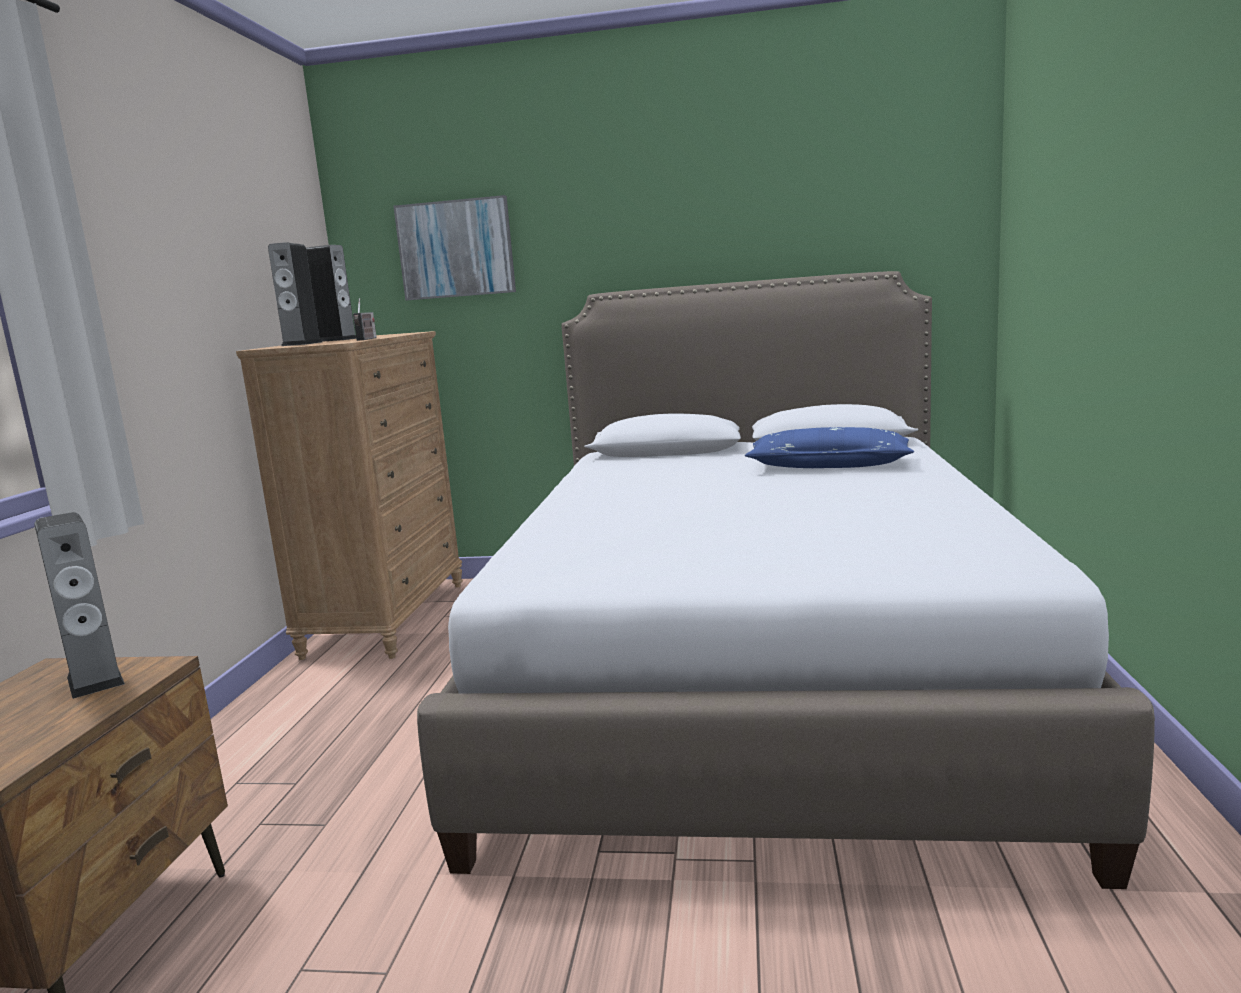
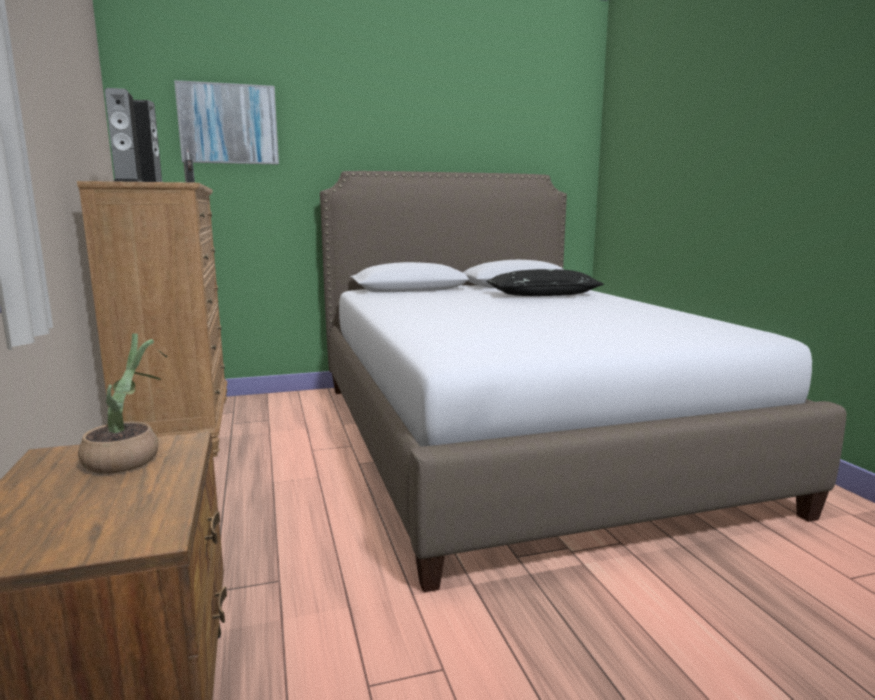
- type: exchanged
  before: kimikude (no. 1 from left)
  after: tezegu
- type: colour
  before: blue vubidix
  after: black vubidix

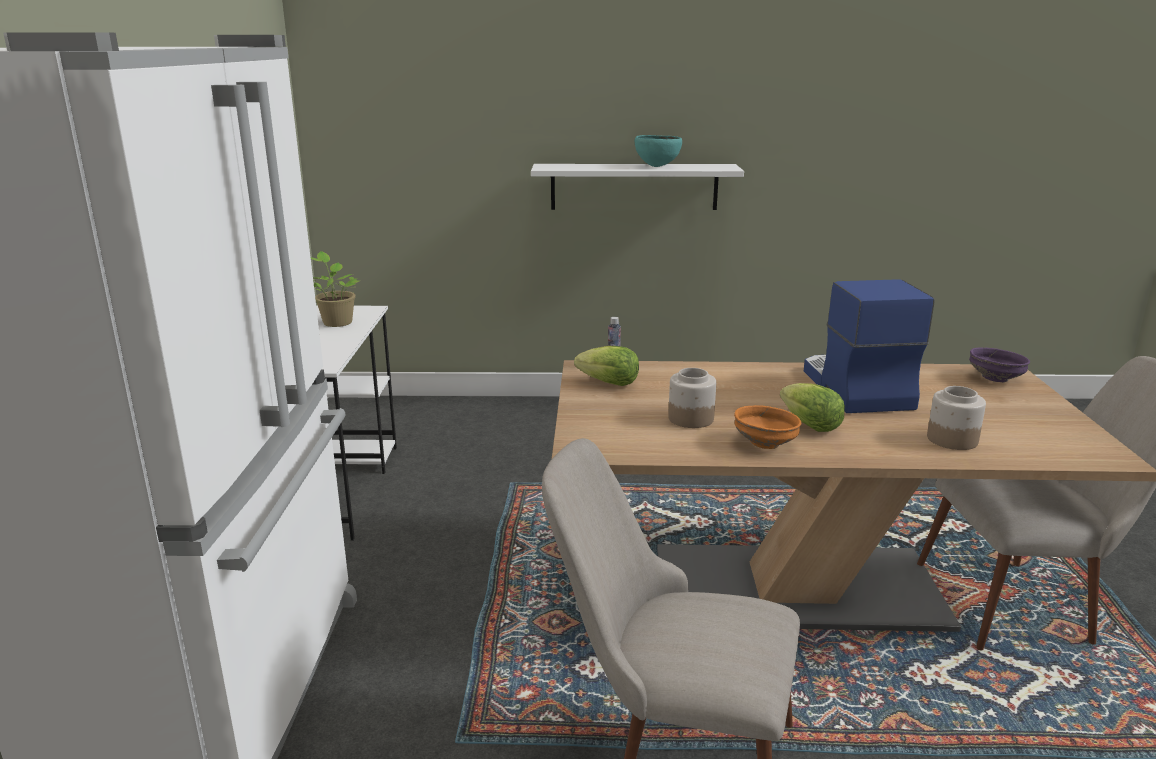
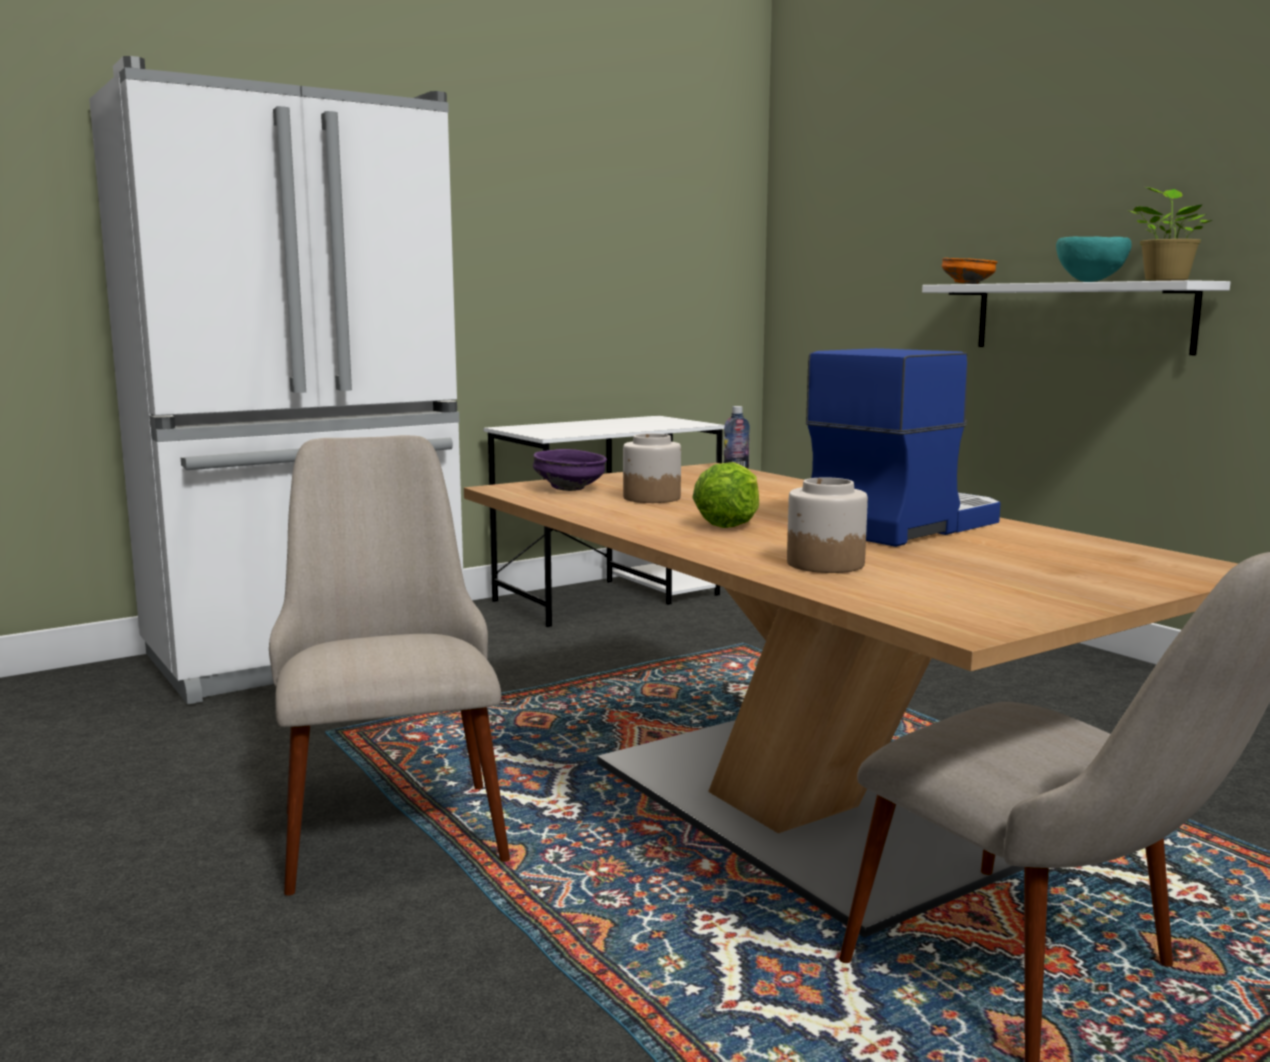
- type: relocated
  before: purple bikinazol
- type: relocated
  before: orange bikinazol
- type: relocated
  before: tezegu
- type: missing
  before: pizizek (no. 1 from left)

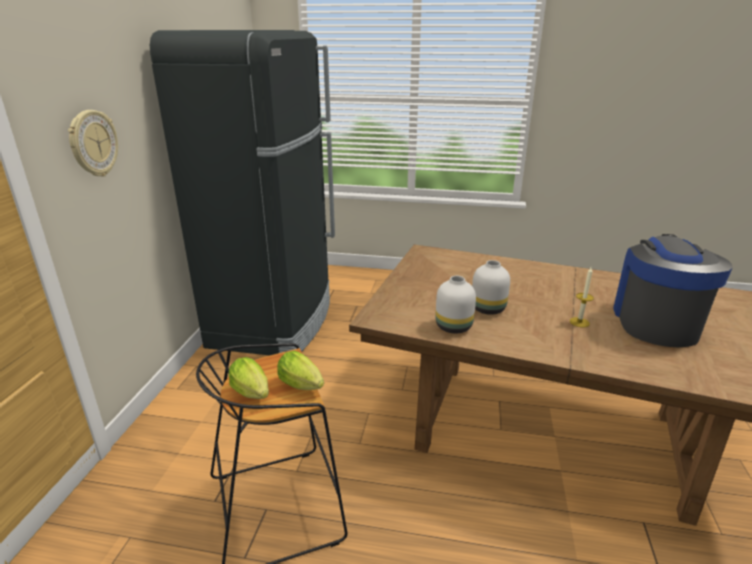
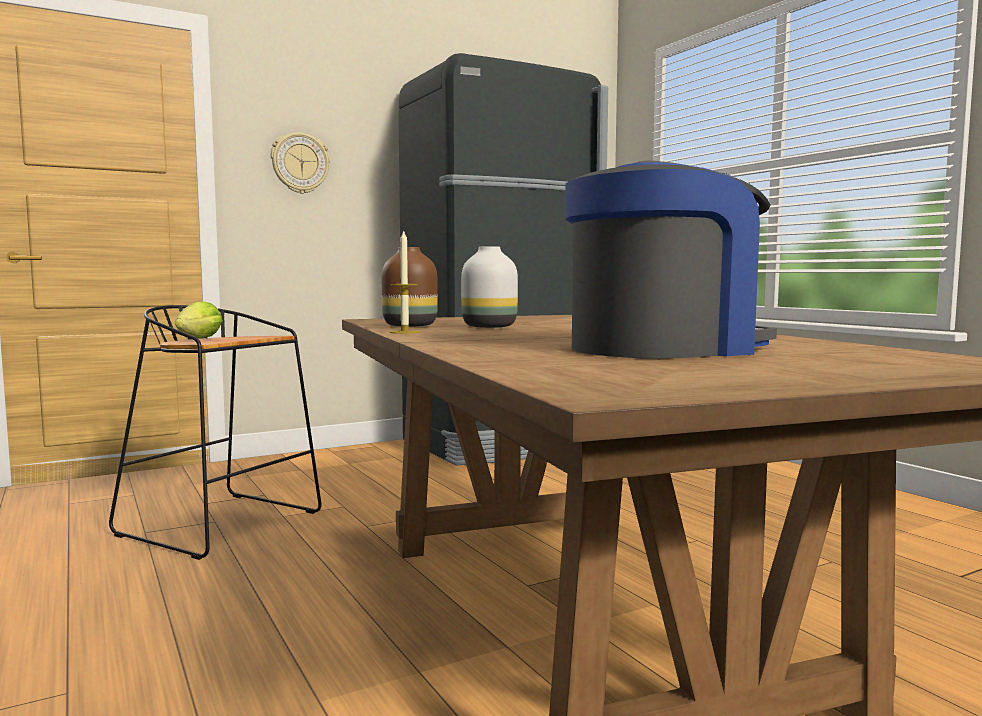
- type: colour
  before: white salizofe (no. 1 from left)
  after: brown salizofe
- type: relocated
  before: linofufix
- type: missing
  before: pizizek (no. 2 from left)

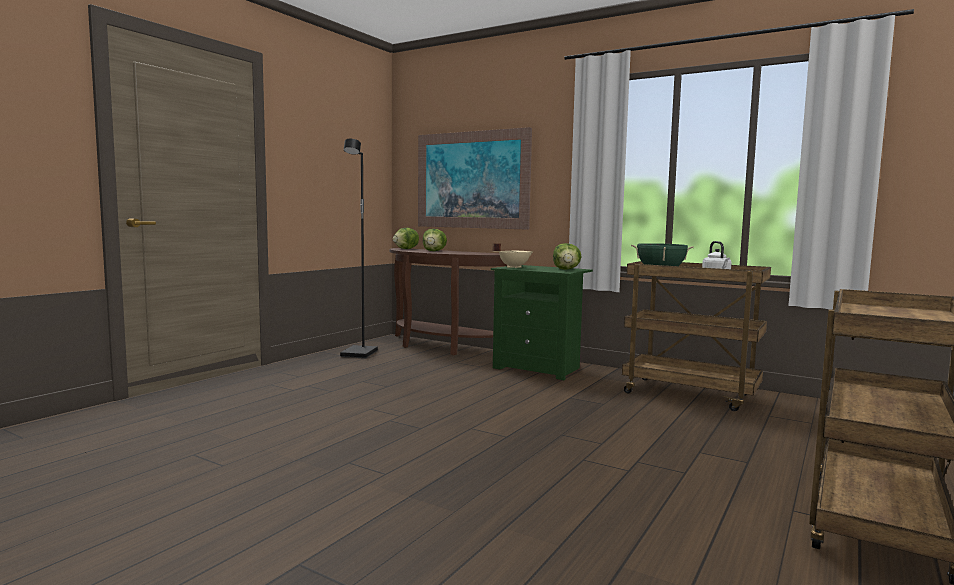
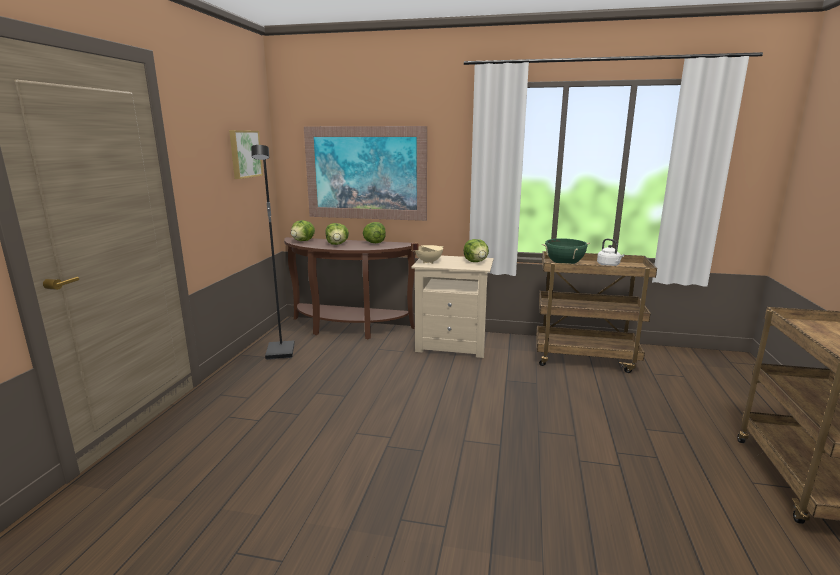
- type: appeared
  after: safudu (no. 1 from left)
- type: appeared
  after: pizizek (no. 3 from left)
- type: colour
  before: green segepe
  after: beige segepe

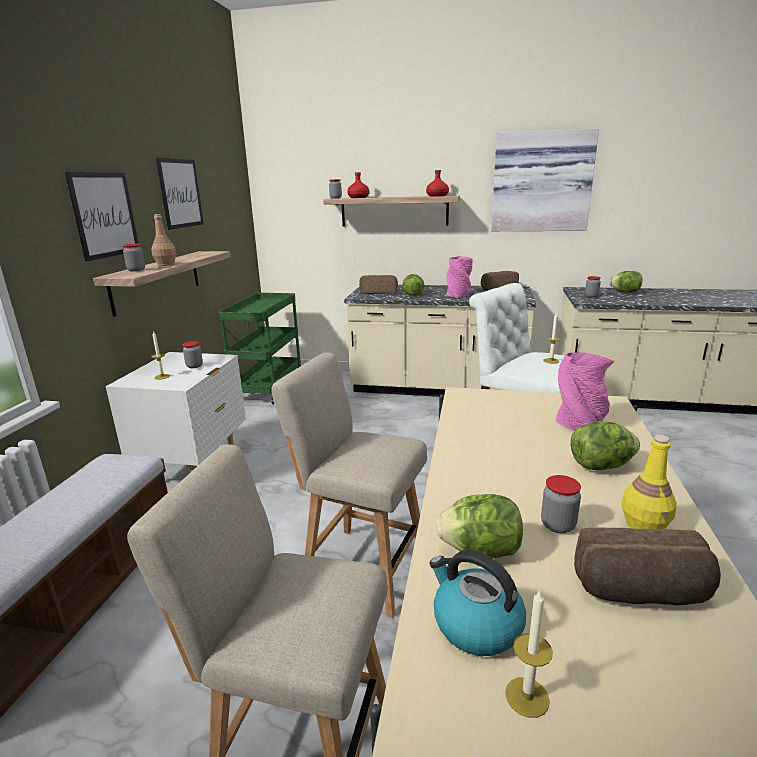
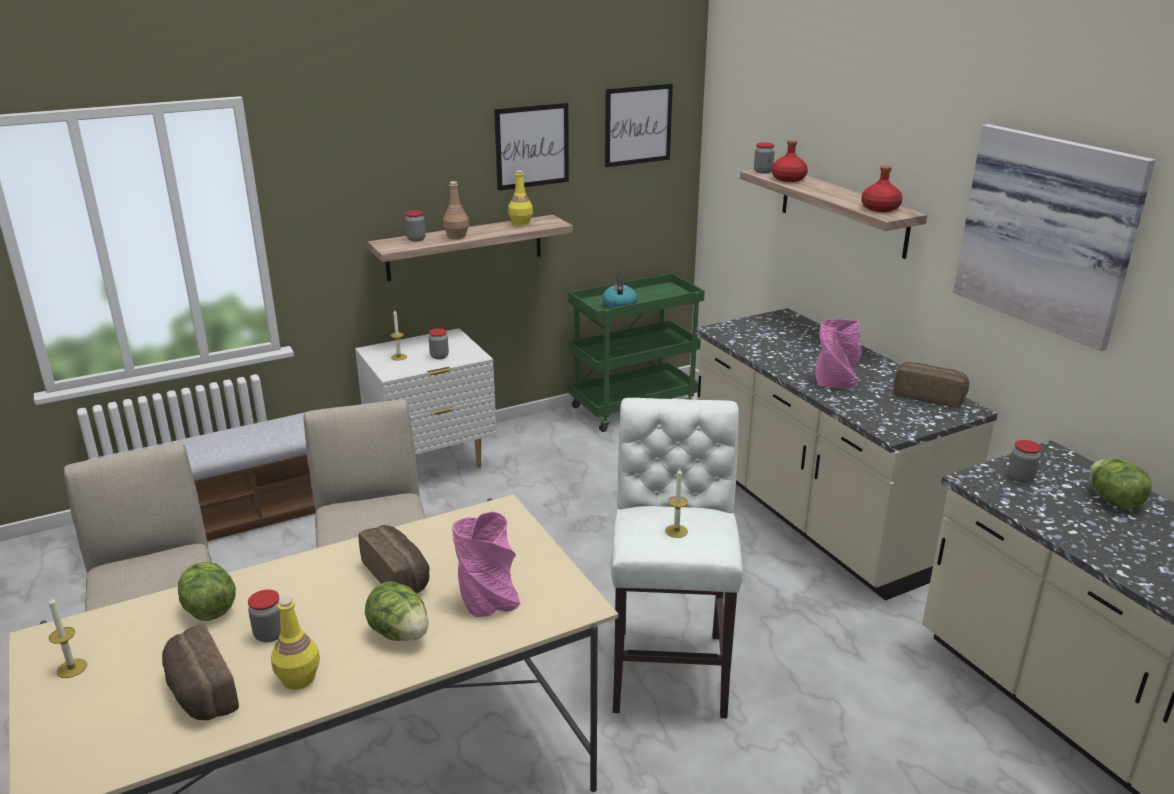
- type: relocated
  before: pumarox (no. 1 from left in the first image)
  after: pumarox (no. 2 from left)
- type: appeared
  after: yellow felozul (no. 2 from left)
- type: relocated
  before: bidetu
- type: relocated
  before: safudu (no. 1 from left in the first image)
  after: safudu (no. 2 from left)
- type: missing
  before: pizizek (no. 1 from left)

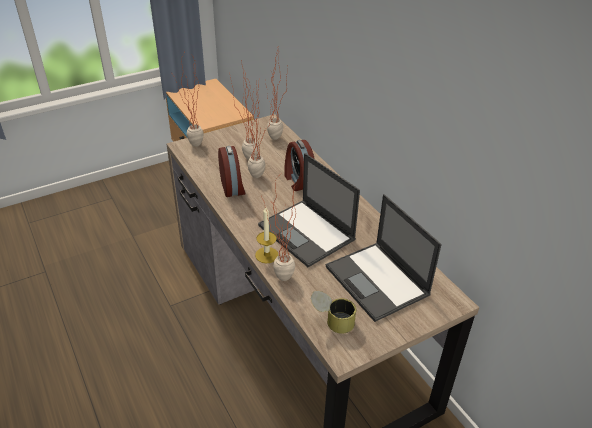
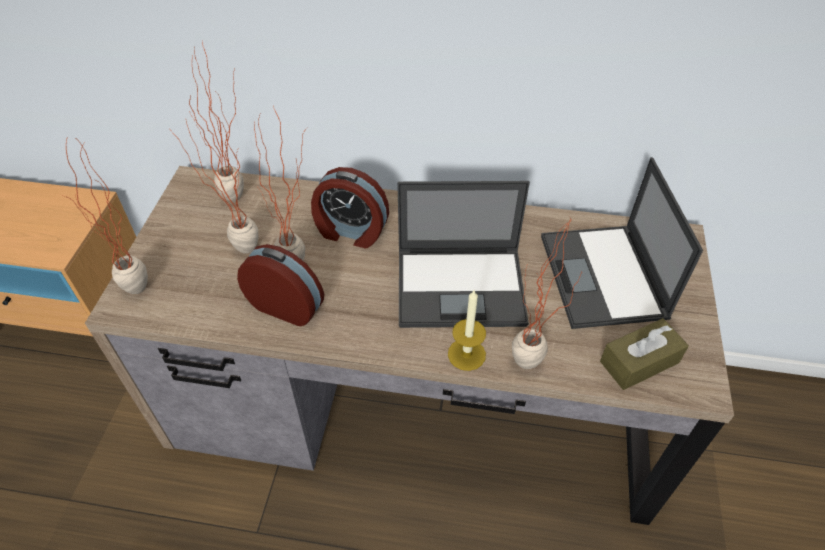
- type: spun
  before: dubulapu (no. 2 from left)
  turn: 75
- type: exchanged
  before: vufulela
  after: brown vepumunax

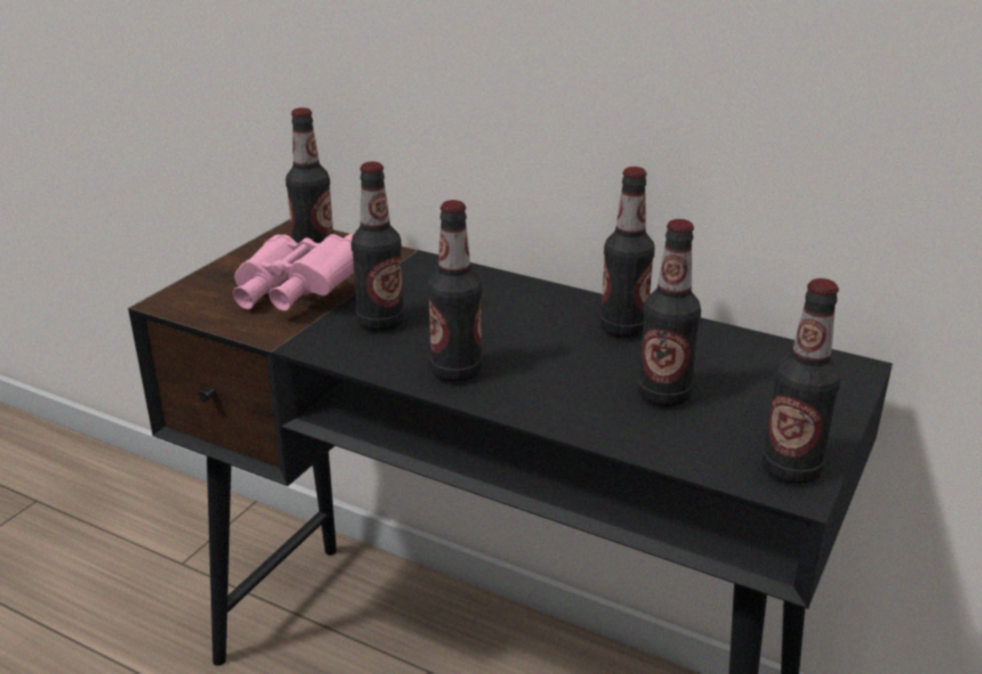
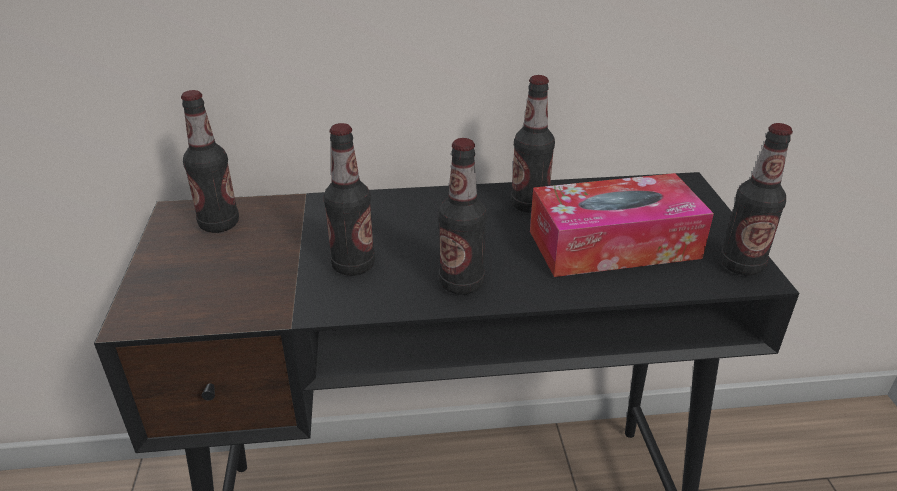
- type: exchanged
  before: felozul (no. 5 from left)
  after: vepumunax
- type: missing
  before: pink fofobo

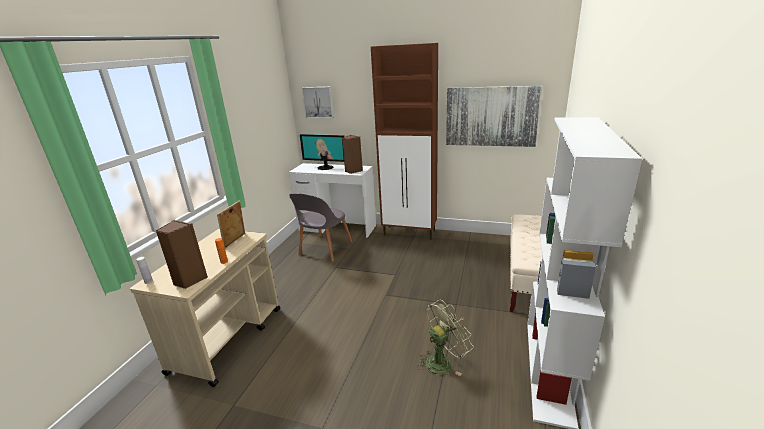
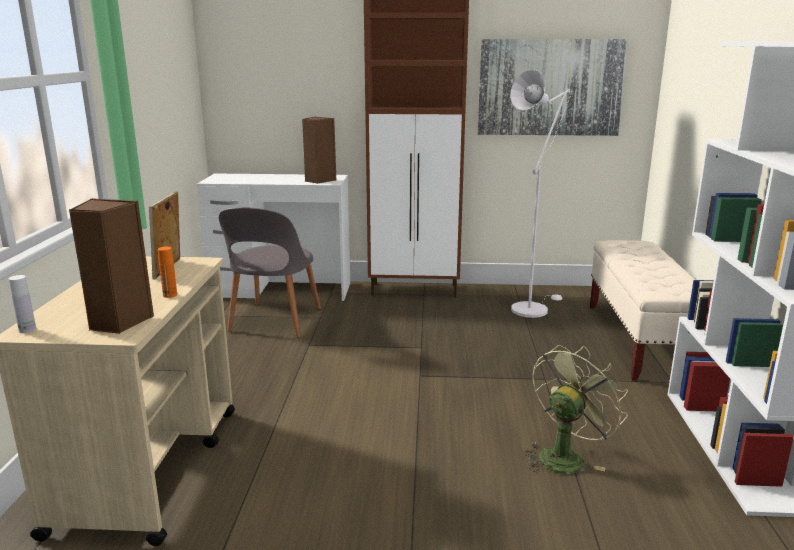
- type: appeared
  after: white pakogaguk
- type: missing
  before: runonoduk
- type: missing
  before: safudu (no. 1 from left)

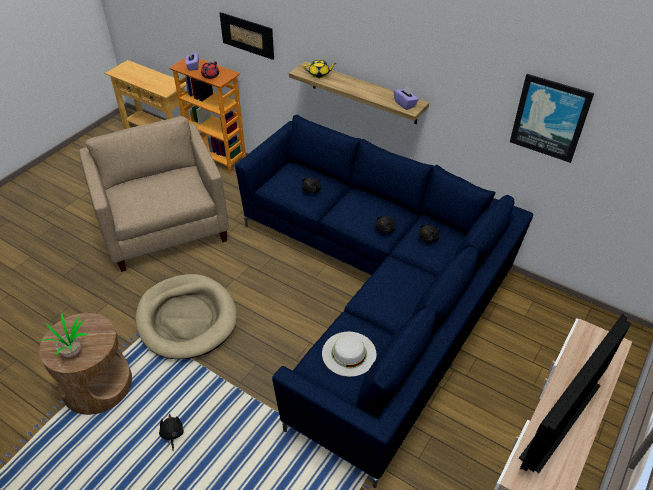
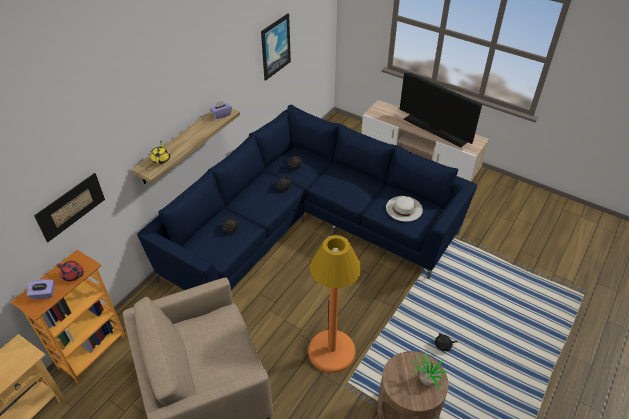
- type: exchanged
  before: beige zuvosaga
  after: orange pakogaguk

